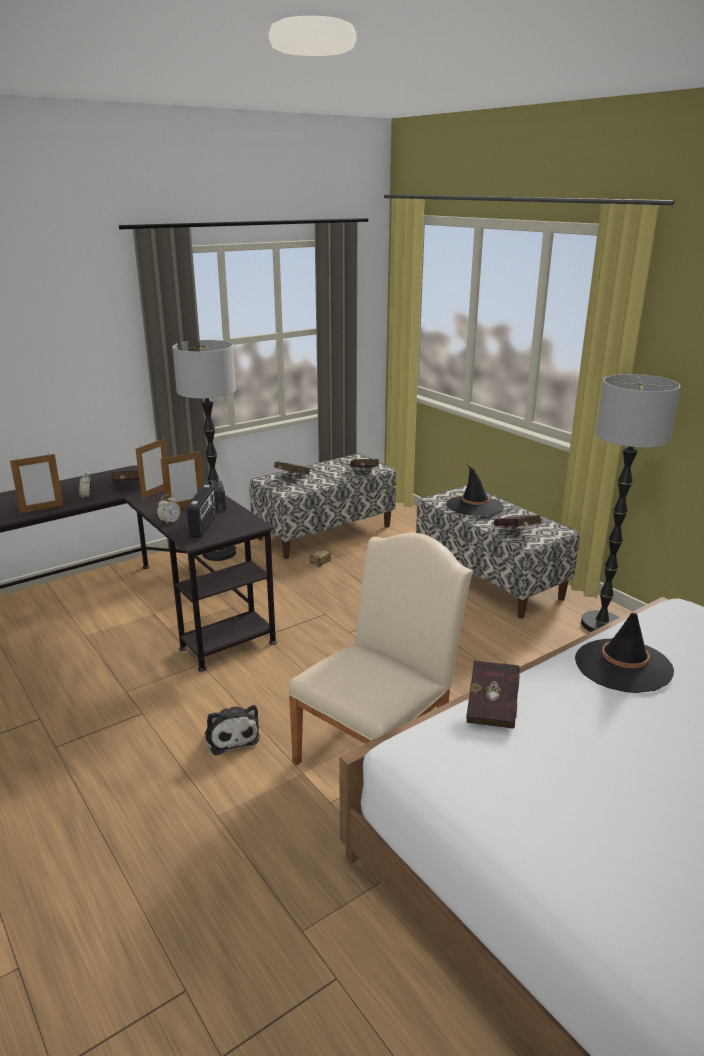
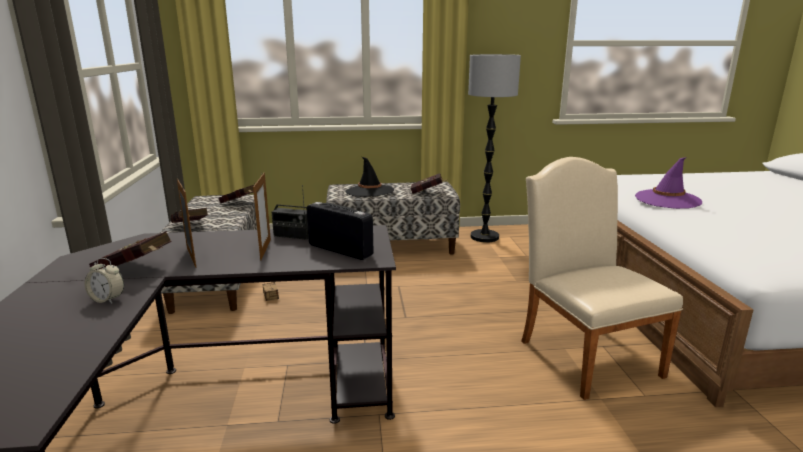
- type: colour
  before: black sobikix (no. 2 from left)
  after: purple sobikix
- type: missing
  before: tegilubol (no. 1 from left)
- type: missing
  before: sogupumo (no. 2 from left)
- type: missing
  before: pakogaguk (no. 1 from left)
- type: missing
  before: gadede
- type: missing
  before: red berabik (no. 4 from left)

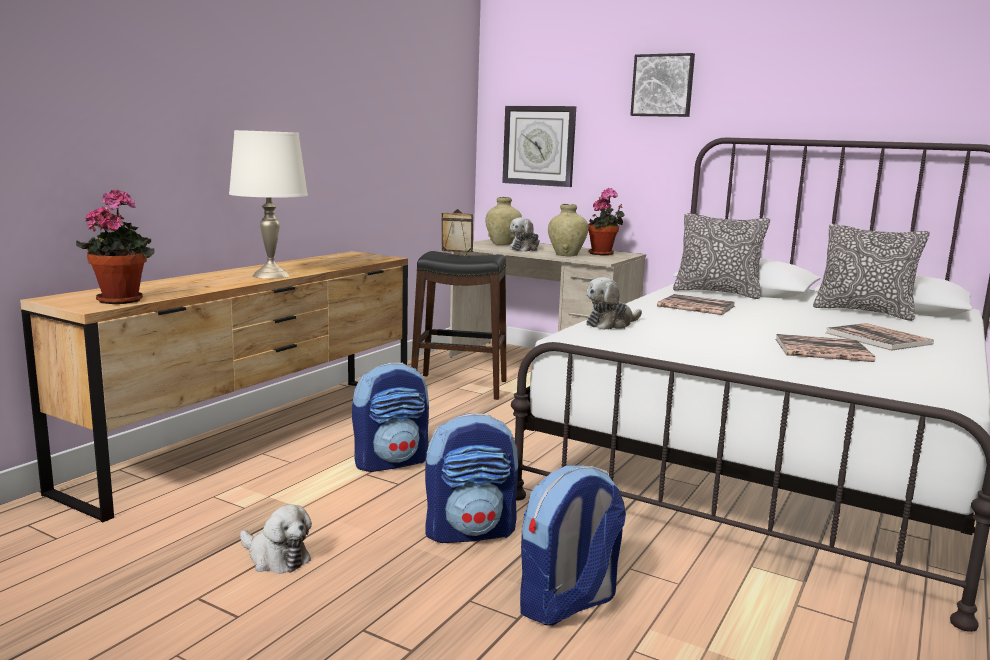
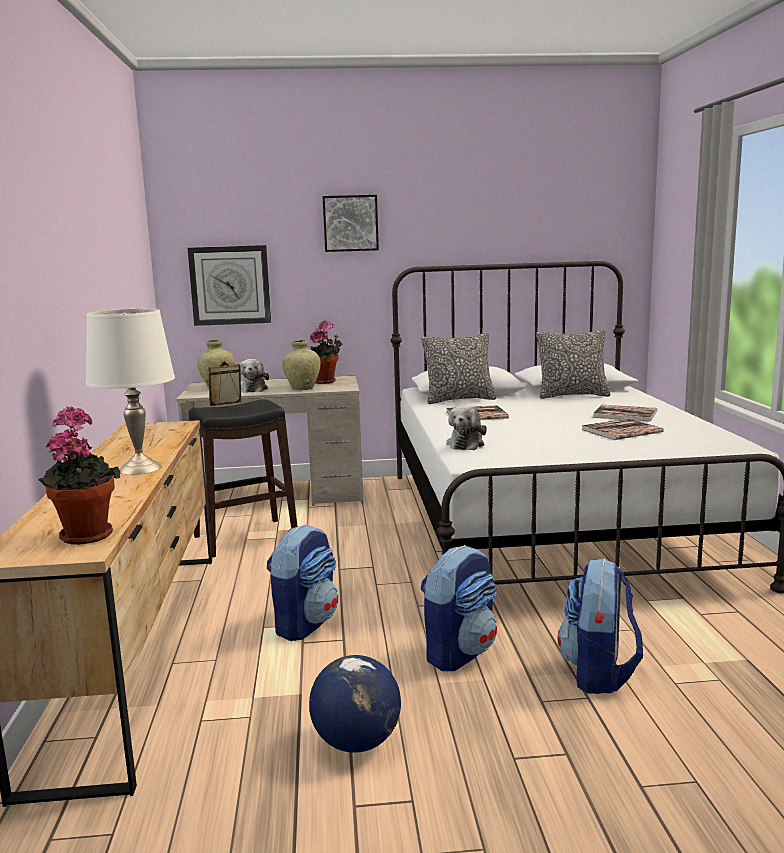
- type: exchanged
  before: gadede (no. 1 from left)
  after: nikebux

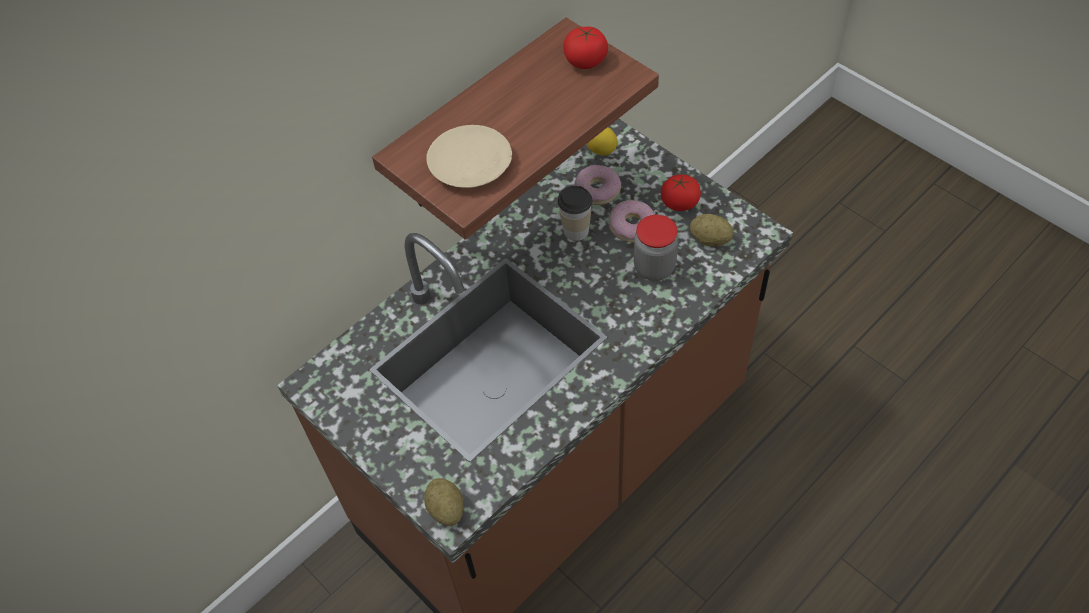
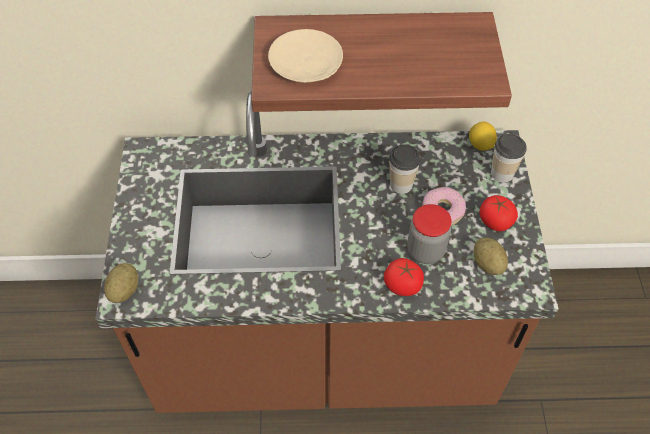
- type: relocated
  before: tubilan (no. 1 from left)
- type: appeared
  after: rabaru (no. 2 from left)
- type: missing
  before: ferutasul (no. 1 from left)

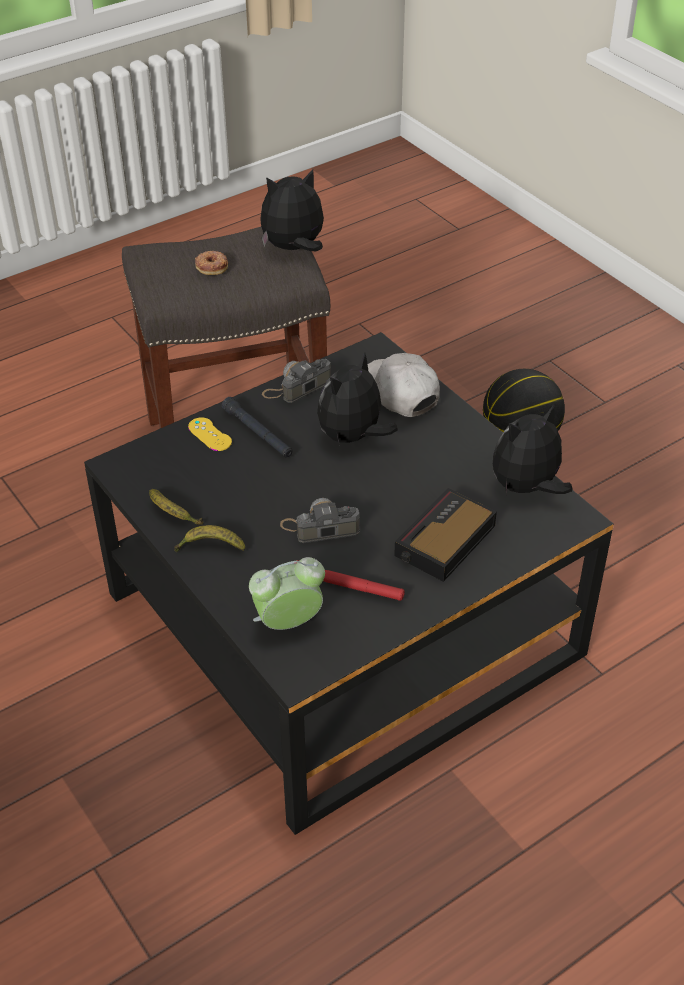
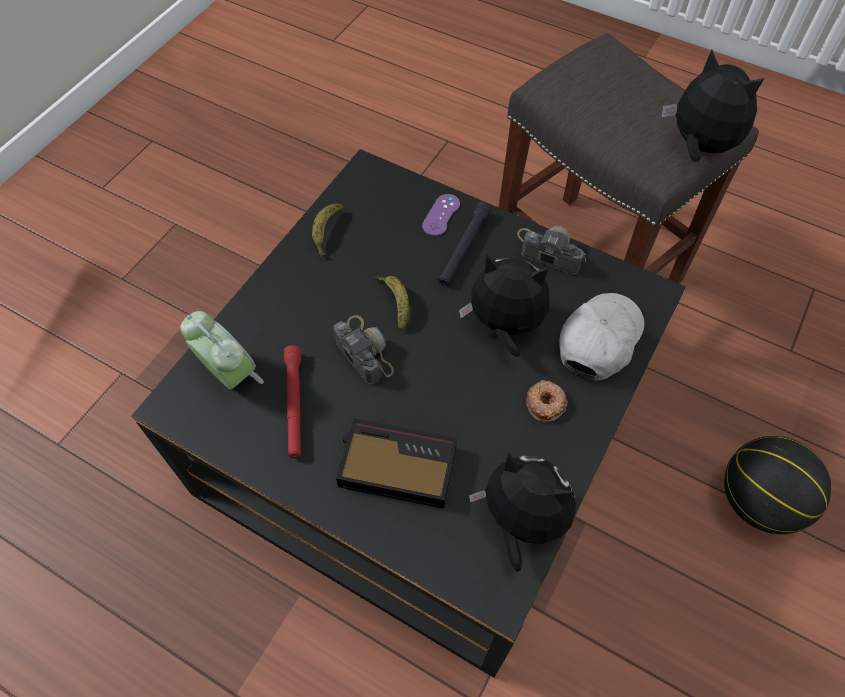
- type: relocated
  before: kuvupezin (no. 2 from left)
- type: colour
  before: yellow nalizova
  after: purple nalizova
- type: relocated
  before: ferutasul

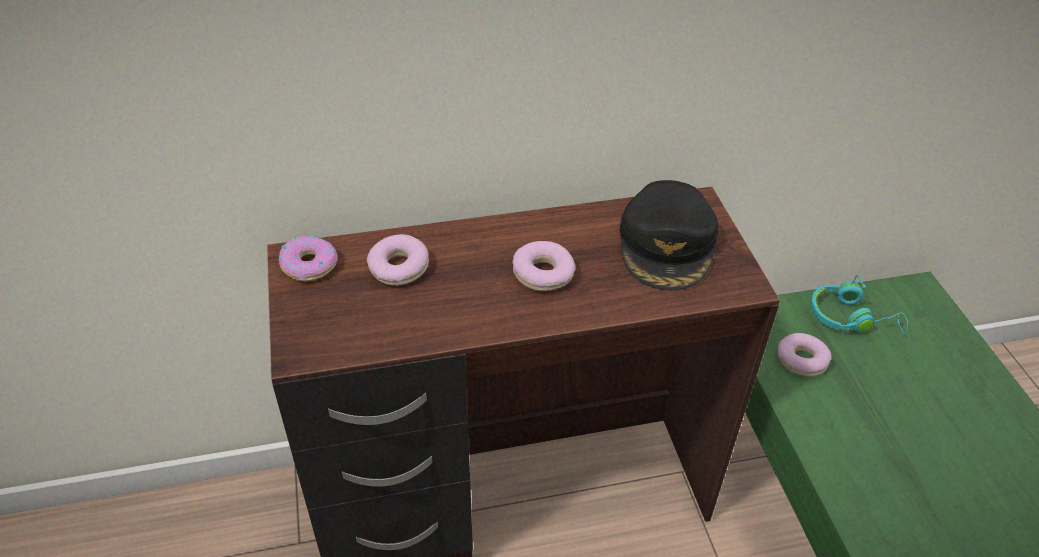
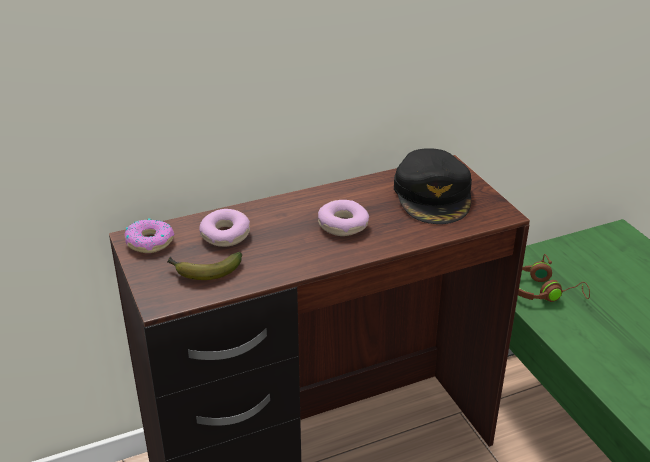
- type: appeared
  after: kuvupezin
- type: exchanged
  before: ferutasul (no. 4 from left)
  after: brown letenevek
- type: missing
  before: turquoise letenevek

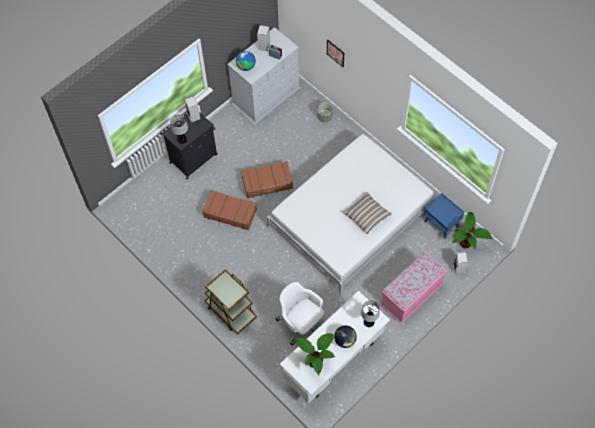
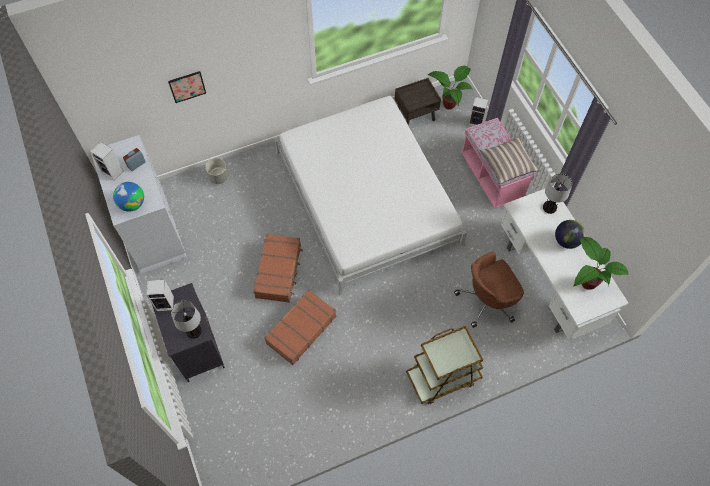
- type: colour
  before: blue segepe
  after: brown segepe
- type: colour
  before: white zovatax
  after: brown zovatax
- type: relocated
  before: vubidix

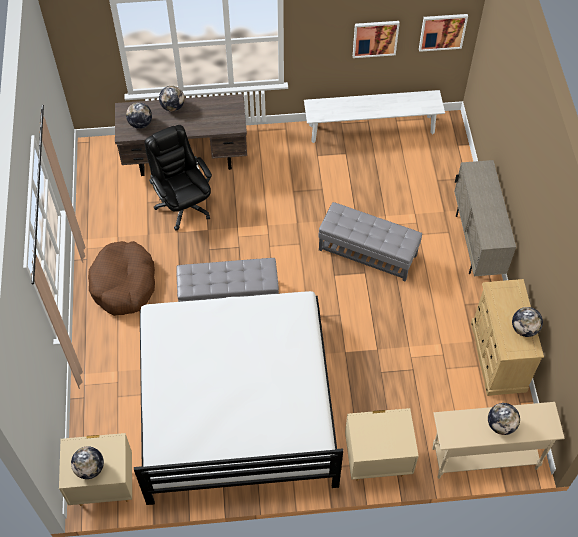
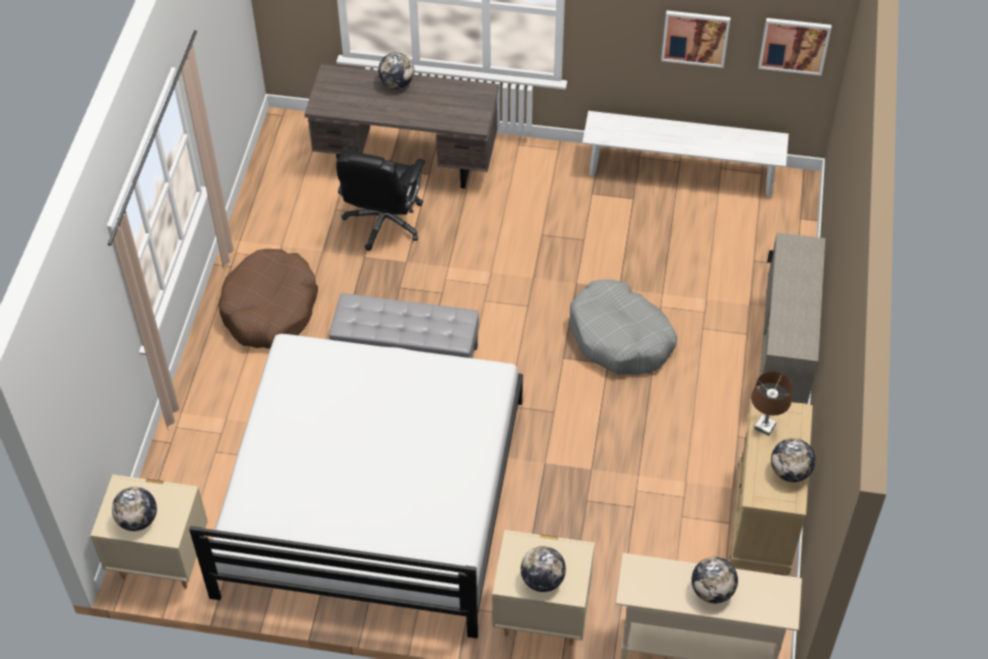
- type: spun
  before: black zovatax
  turn: -150
- type: relocated
  before: nikebux (no. 2 from left in the first image)
  after: nikebux (no. 3 from left)
- type: exchanged
  before: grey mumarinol (no. 2 from left)
  after: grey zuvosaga
- type: appeared
  after: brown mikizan

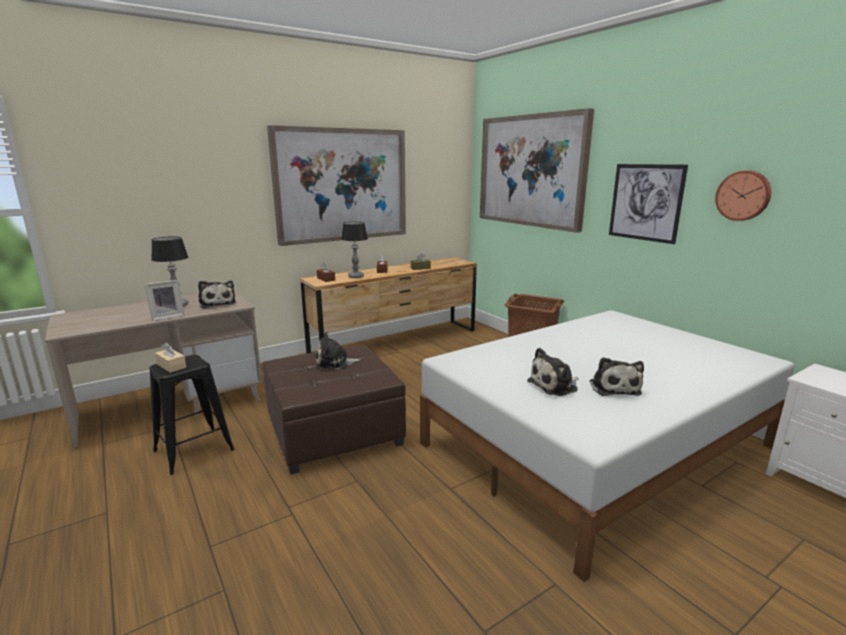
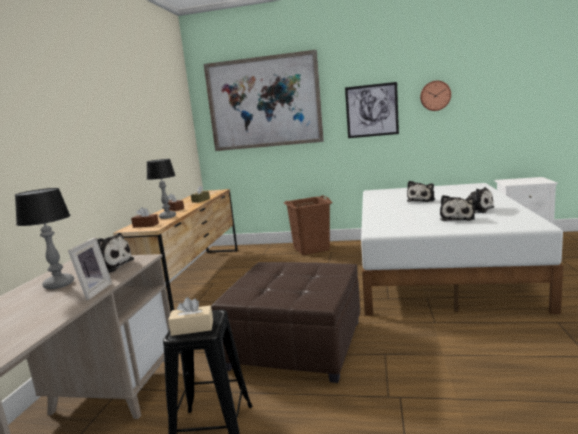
- type: relocated
  before: gadede (no. 2 from left)
- type: missing
  before: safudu (no. 1 from left)

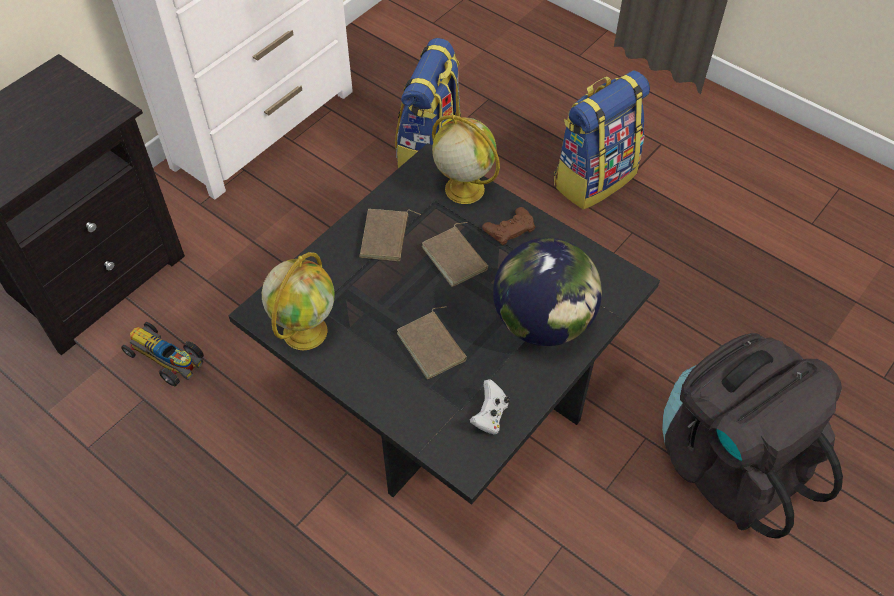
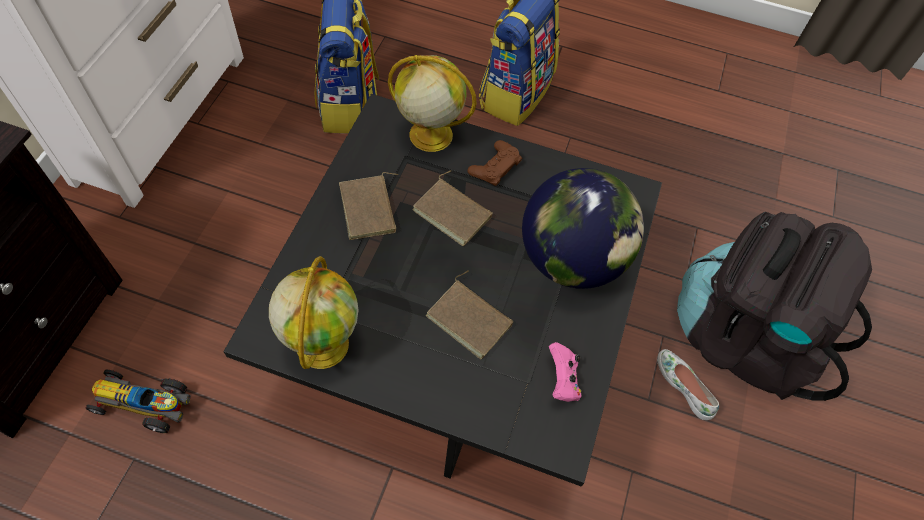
- type: colour
  before: white nalizova
  after: pink nalizova
- type: appeared
  after: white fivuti

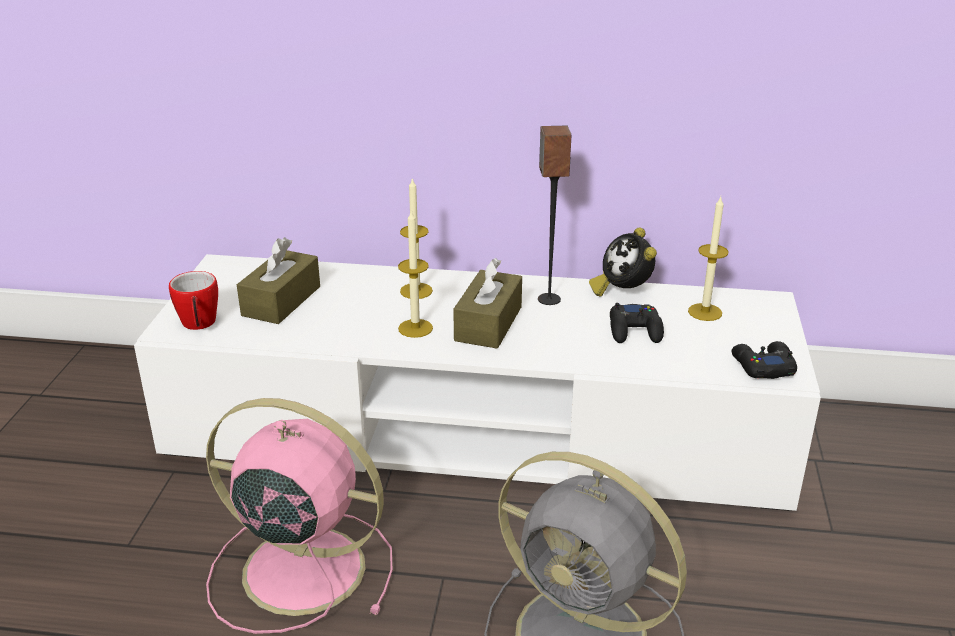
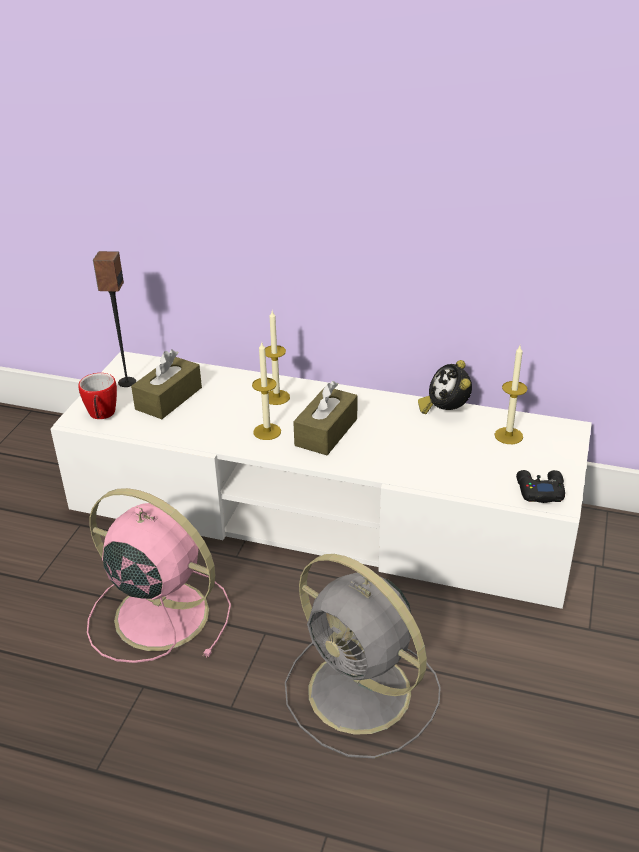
- type: relocated
  before: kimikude
- type: missing
  before: black nalizova (no. 1 from left)

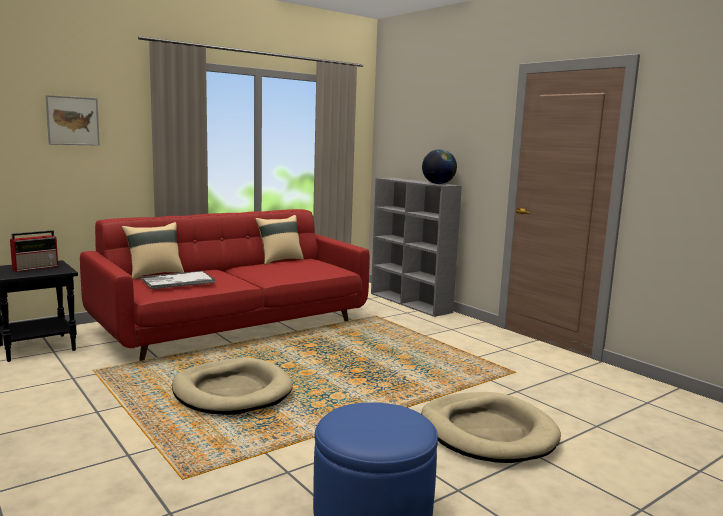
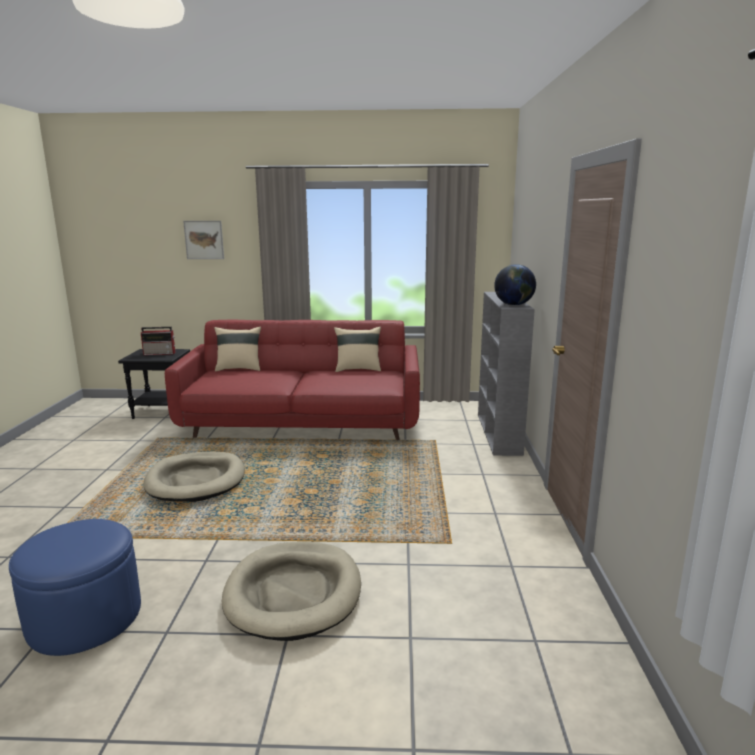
- type: missing
  before: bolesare

